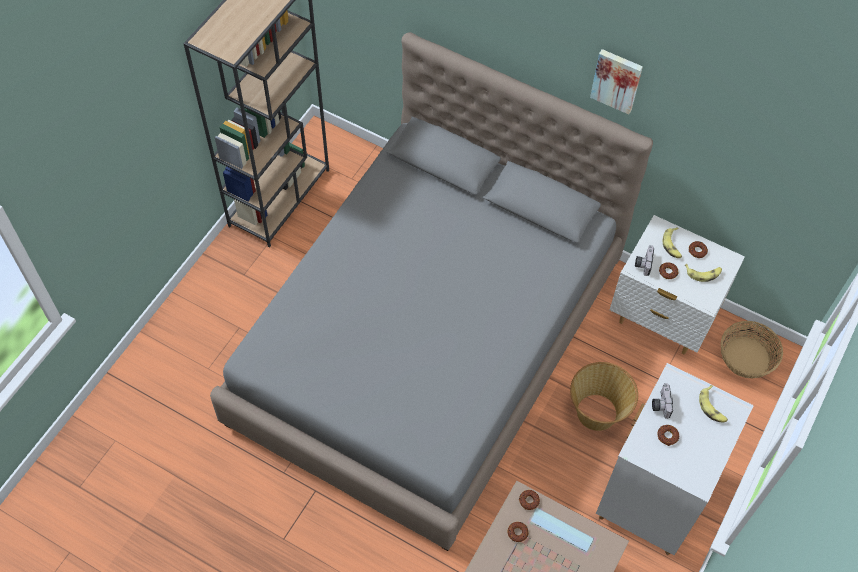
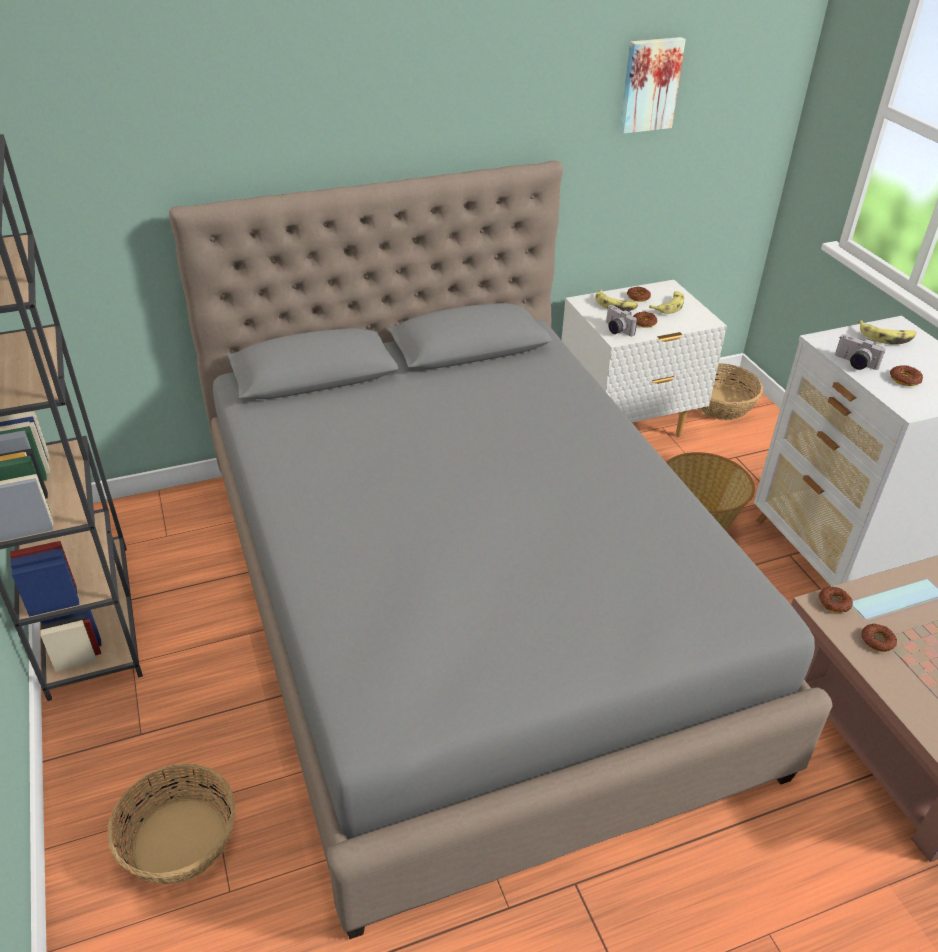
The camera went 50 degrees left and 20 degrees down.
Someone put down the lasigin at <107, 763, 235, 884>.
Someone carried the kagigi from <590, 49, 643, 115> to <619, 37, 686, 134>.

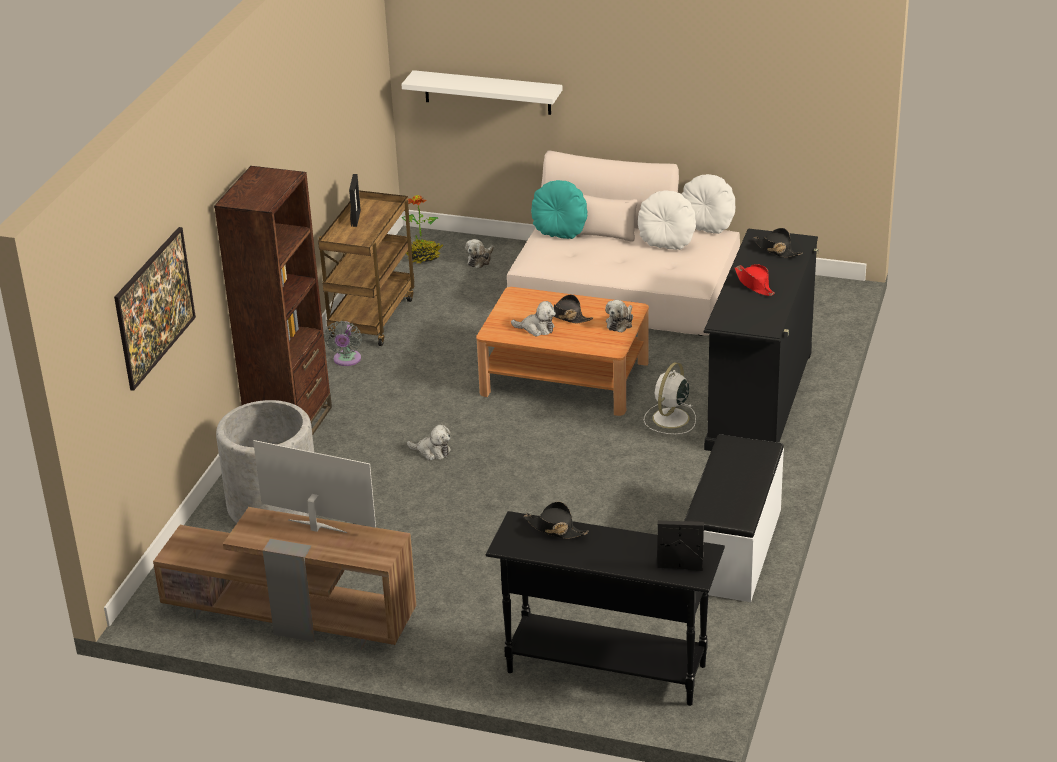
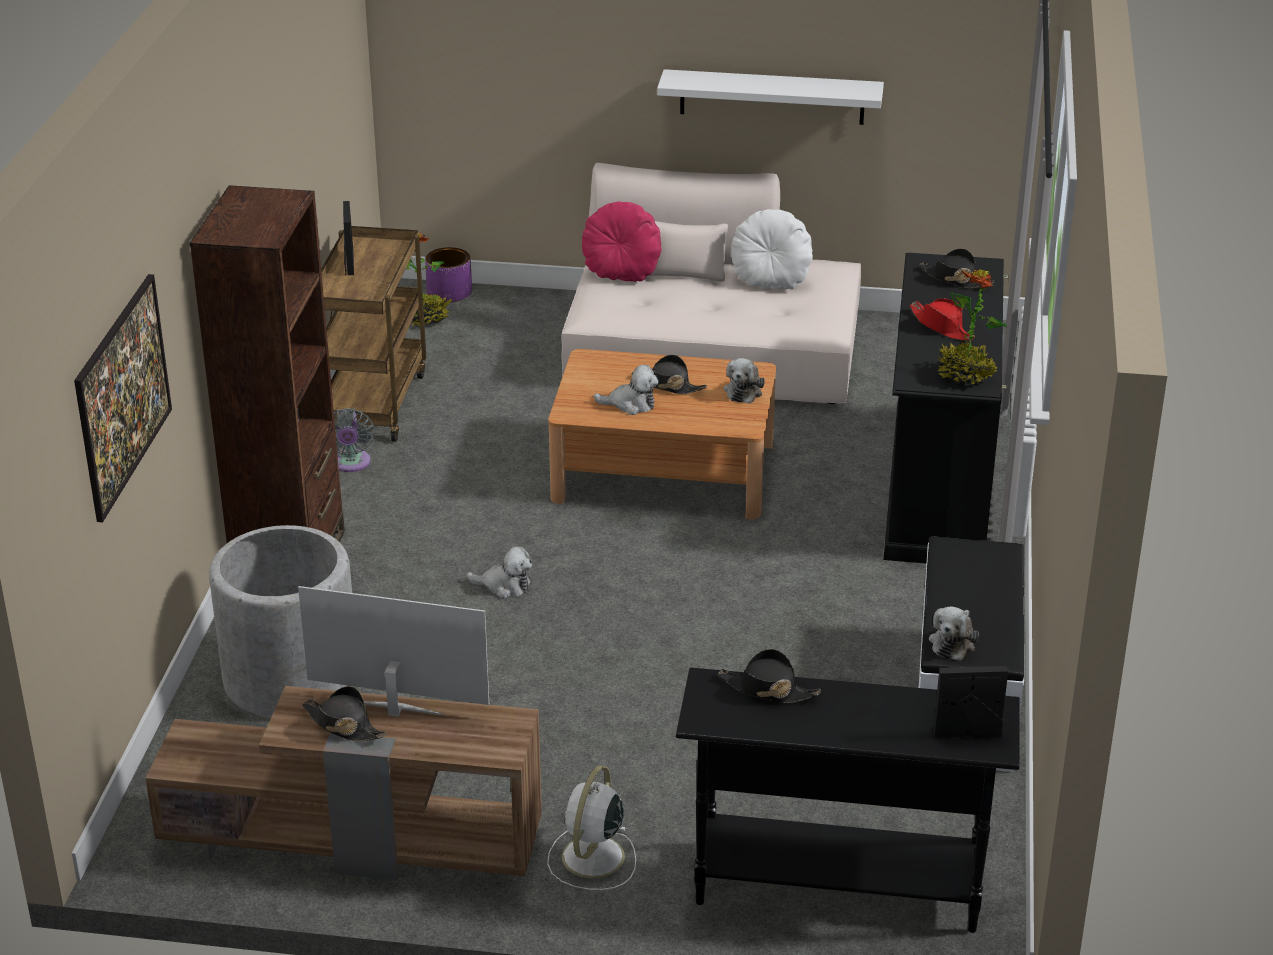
The camera went 10 degrees left and 0 degrees up.
Someone put down the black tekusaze at <302, 686, 387, 742>.
Someone put down the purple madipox at <425, 247, 472, 303>.
Someone carried the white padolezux from <644, 362, 696, 434> to <547, 765, 636, 890>.
Someone repainted the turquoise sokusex at <531, 180, 587, 239>, which became the pink sokusex at <582, 202, 662, 282>.
Someone carried the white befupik from <401, 70, 562, 115> to <657, 69, 884, 125>.
Someone carried the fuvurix from <465, 239, 494, 268> to <929, 606, 979, 661>.
Someone put down the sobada at <937, 269, 1007, 385>.
Someone took away the white sokusex at <682, 174, 736, 234>.

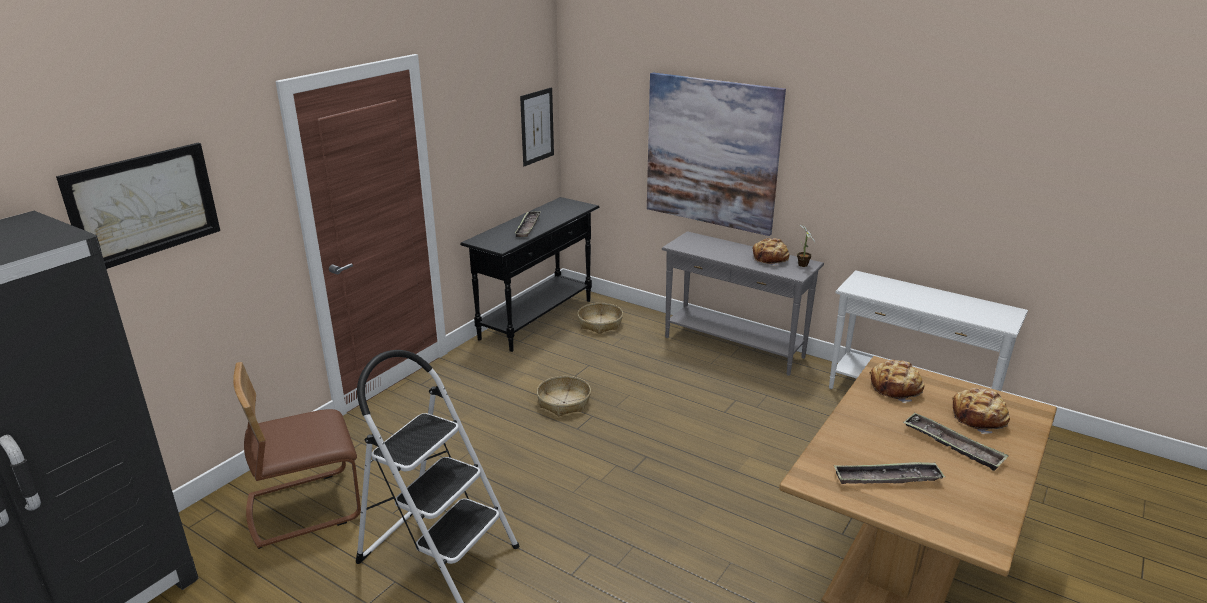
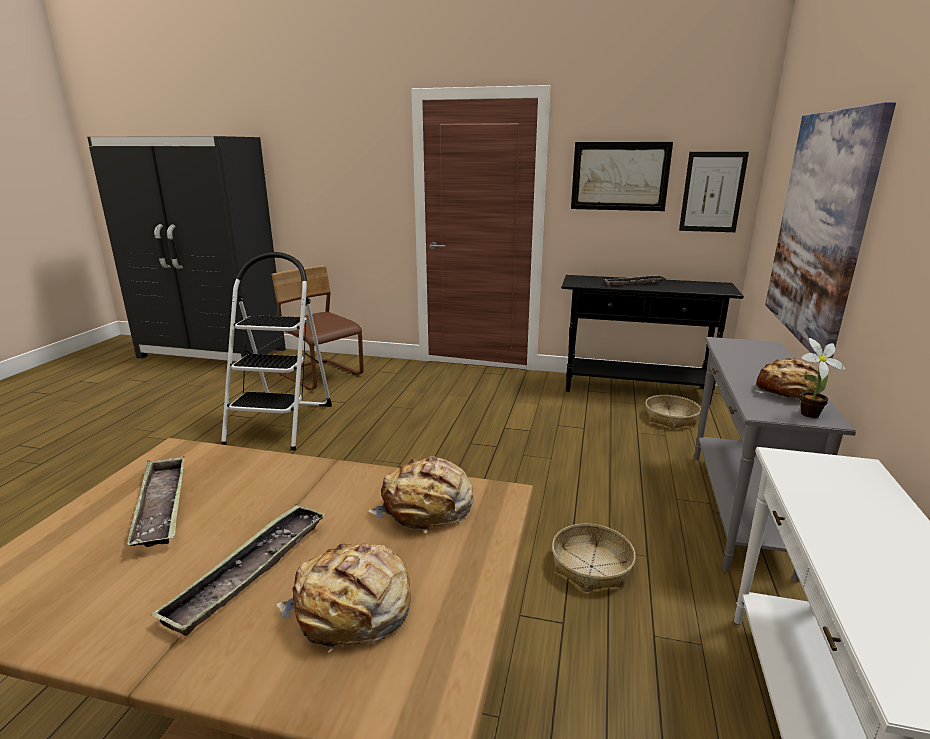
The camera went 70 degrees right and 5 degrees down.
Someone carried the lasigin from <537, 376, 591, 416> to <552, 524, 636, 592>.
Someone carried the kagigi from <56, 143, 220, 269> to <571, 142, 673, 211>.

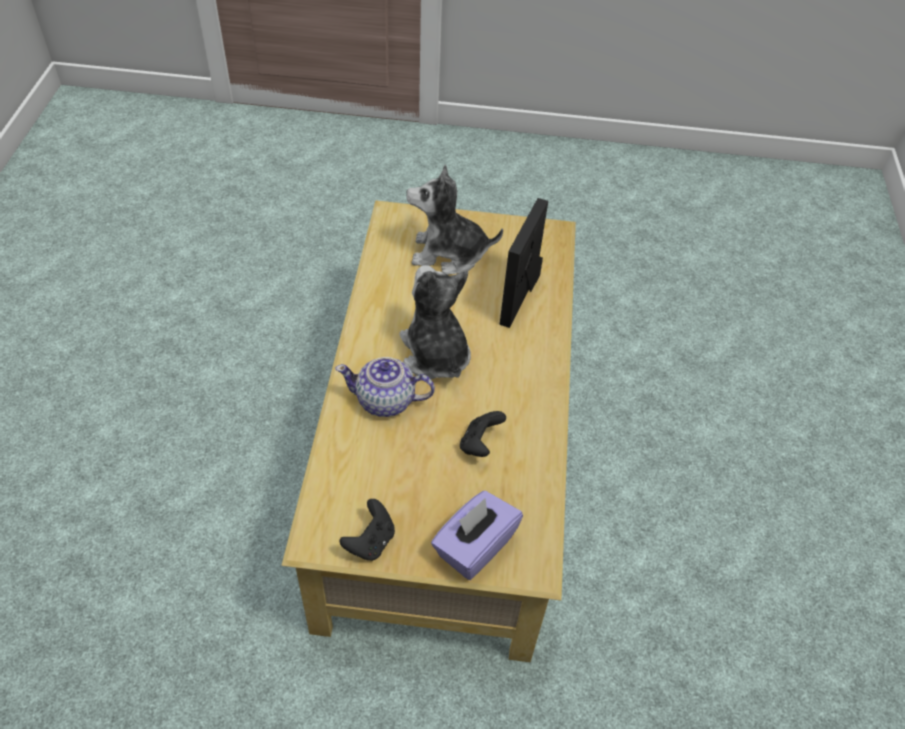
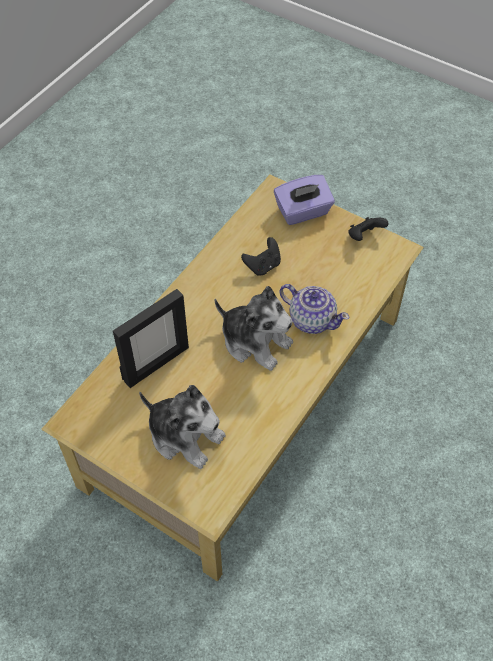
The camera went 150 degrees left and 5 degrees up.
Someone rotated the fuvurix at <399, 265, 471, 379> by 60 degrees counterclockwise.

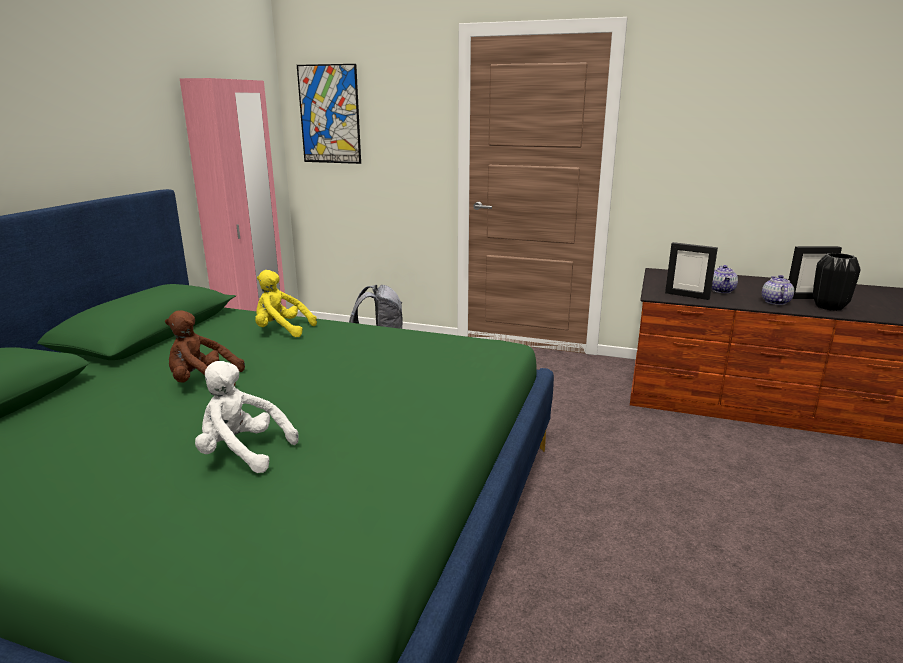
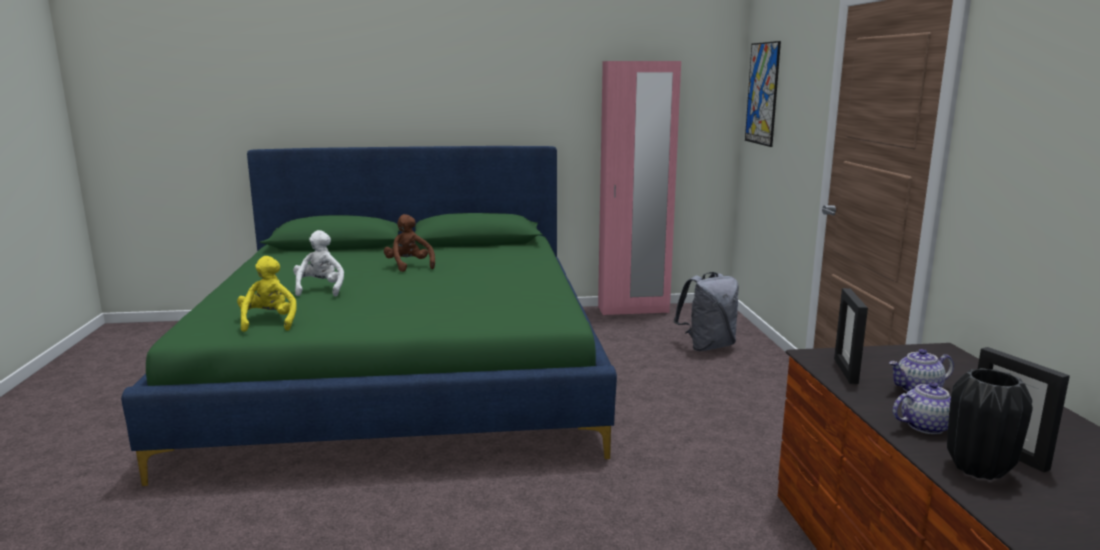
The camera went 65 degrees right and 5 degrees down.
Someone carried the yellow fuvurix from <255, 270, 317, 337> to <237, 256, 297, 332>.

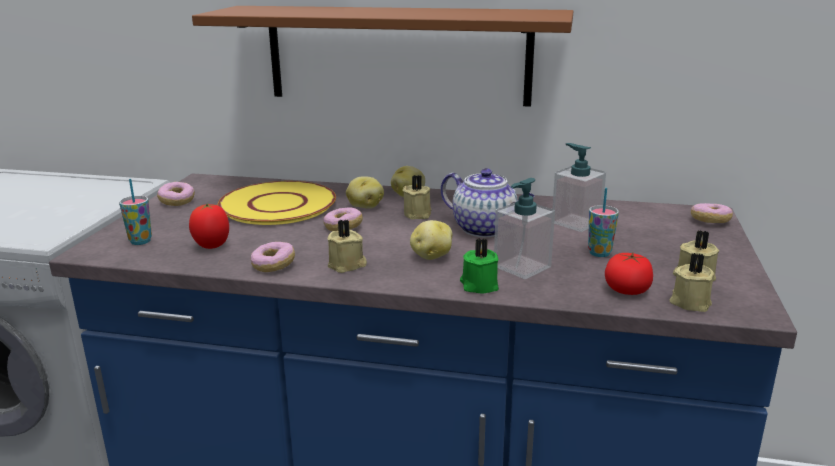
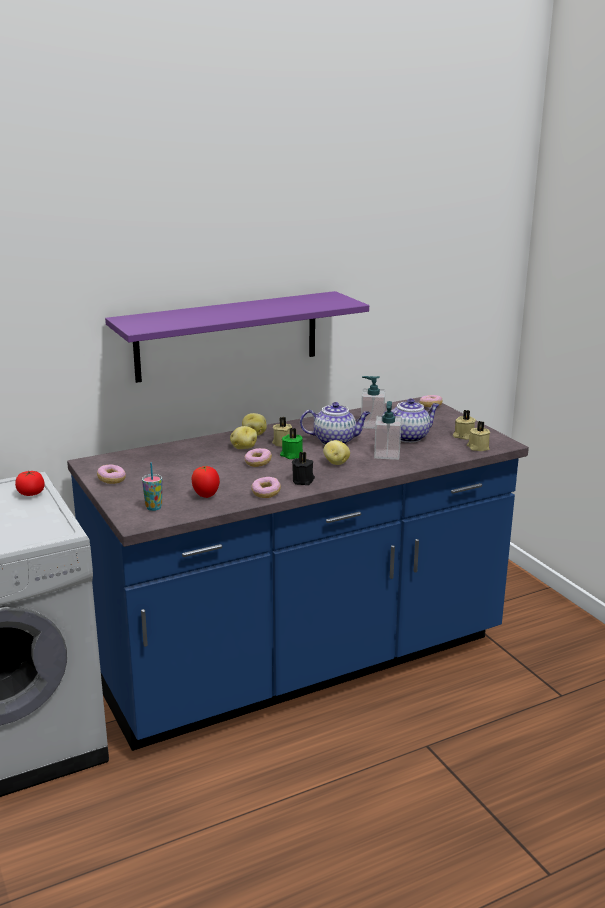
The camera went 40 degrees left and 0 degrees up.
Someone carried the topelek from <605, 252, 653, 295> to <15, 470, 45, 496>.
Someone repainted the brown befupik at <192, 6, 573, 107>, which became the purple befupik at <105, 291, 369, 383>.
Someone carried the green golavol from <460, 239, 499, 294> to <280, 428, 303, 459>.
Someone repainted the beige golavol at <327, 219, 367, 273>, which became the black golavol at <292, 451, 315, 485>.
Someone swapped the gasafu at <588, 188, 619, 257> for the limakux at <382, 399, 439, 443>.
Someone took away the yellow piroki at <217, 181, 336, 225>.

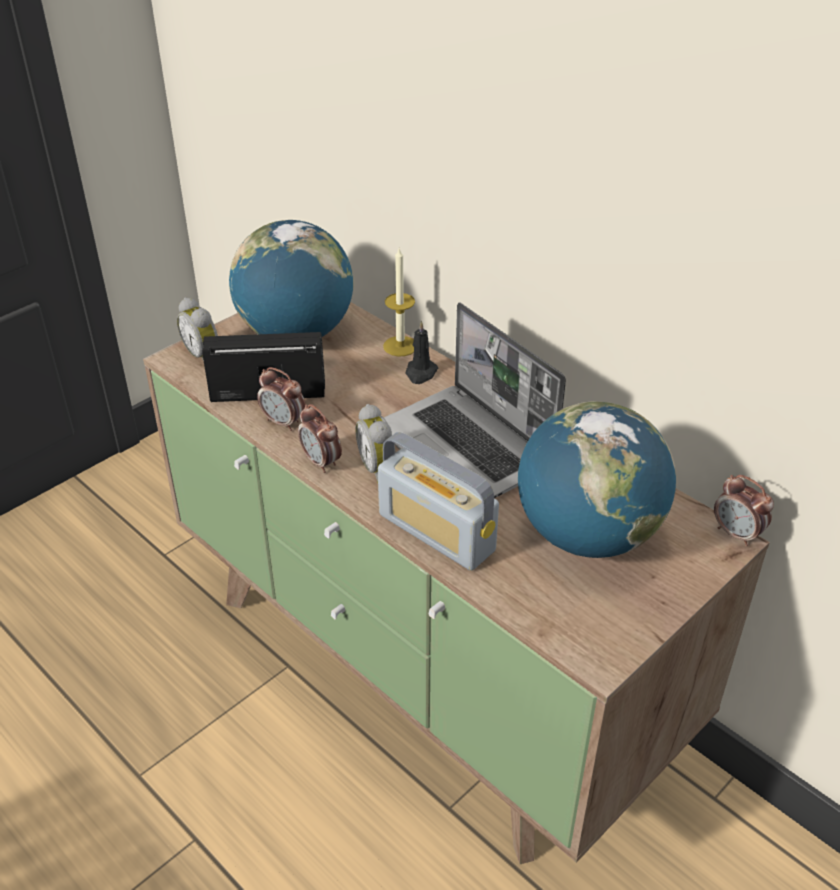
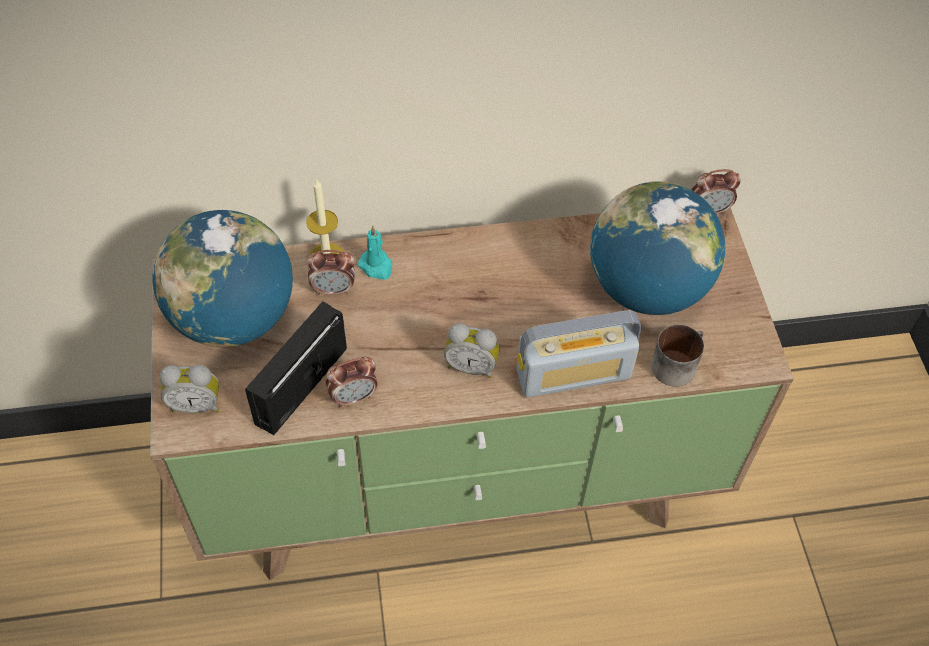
The camera went 55 degrees left and 15 degrees up.
Someone carried the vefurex from <298, 404, 342, 473> to <307, 250, 355, 295>.
Someone repainted the black golavol at <406, 320, 438, 384>, which became the turquoise golavol at <358, 226, 392, 280>.
Someone put down the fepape at <651, 324, 704, 387>.
Someone took away the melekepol at <384, 303, 566, 498>.

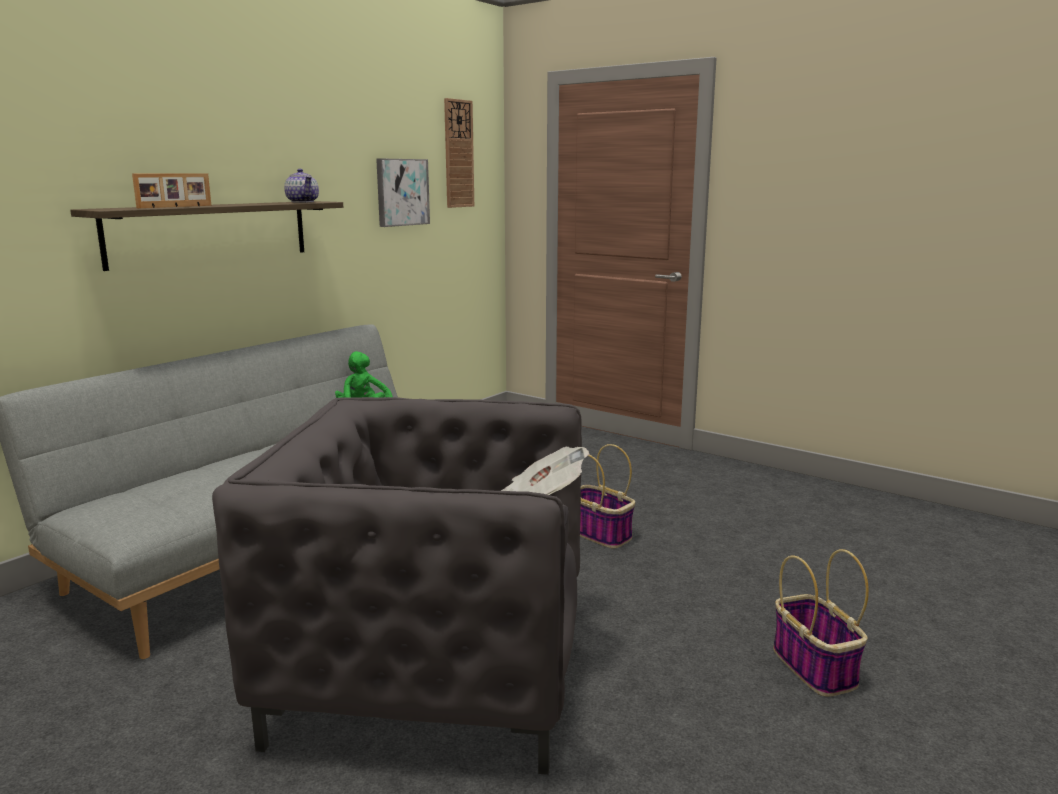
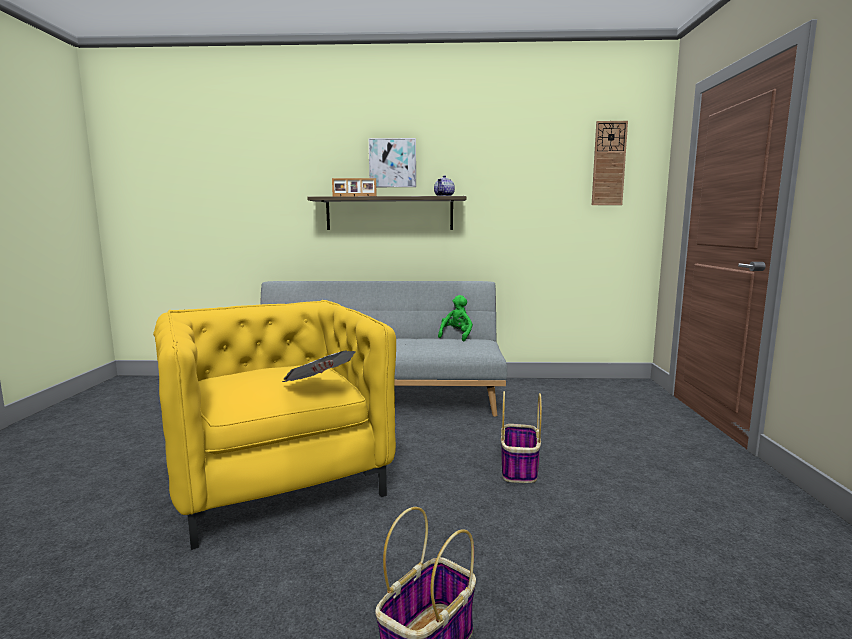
The camera went 55 degrees right and 5 degrees down.
Someone repainted the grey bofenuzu at <212, 397, 582, 775>, which became the yellow bofenuzu at <153, 300, 396, 550>.
Someone carried the kagigi from <376, 158, 430, 227> to <369, 138, 416, 187>.

